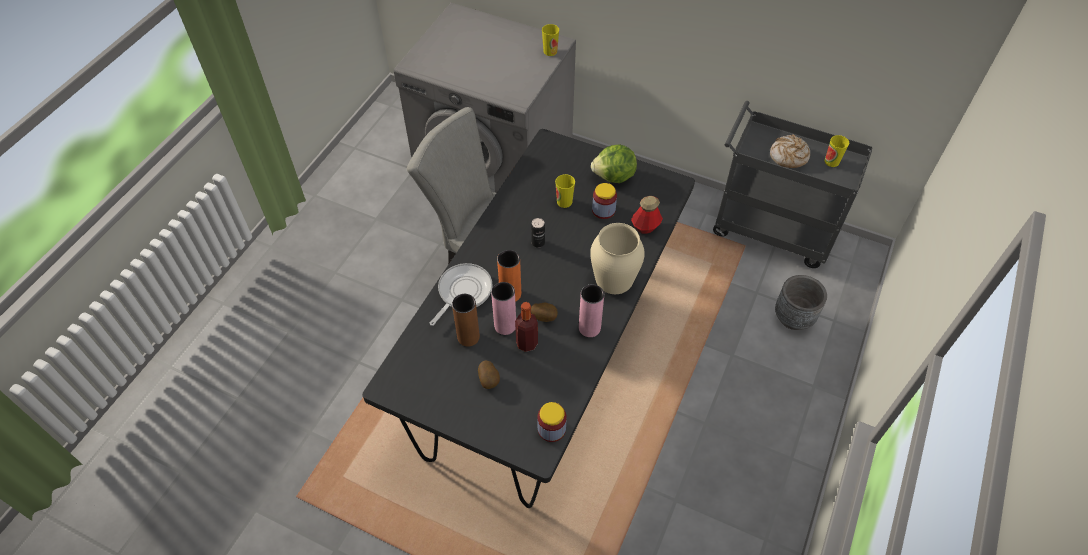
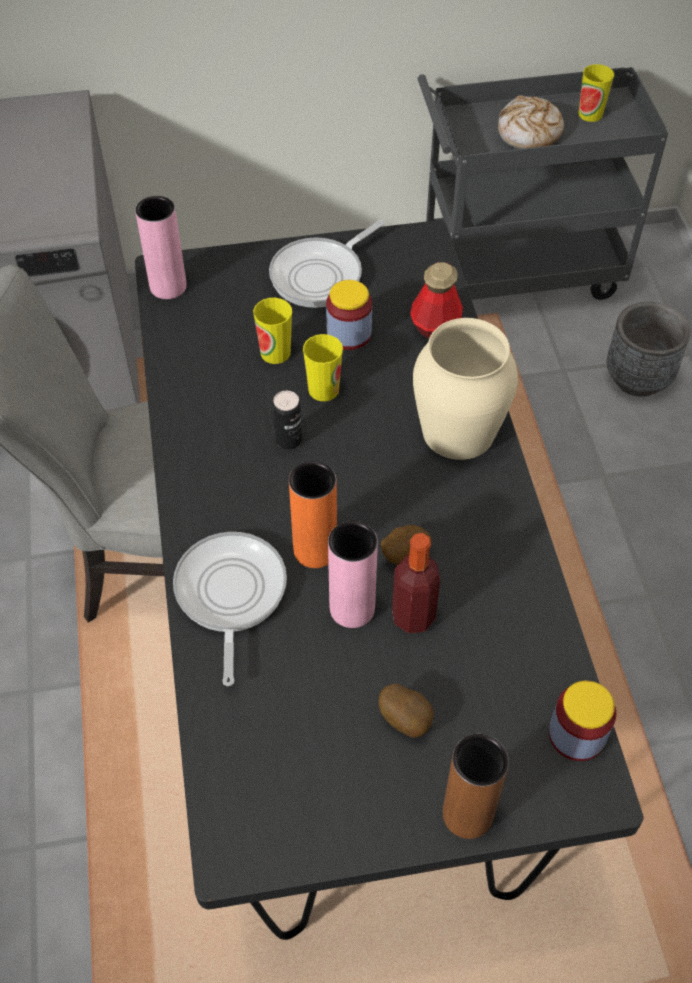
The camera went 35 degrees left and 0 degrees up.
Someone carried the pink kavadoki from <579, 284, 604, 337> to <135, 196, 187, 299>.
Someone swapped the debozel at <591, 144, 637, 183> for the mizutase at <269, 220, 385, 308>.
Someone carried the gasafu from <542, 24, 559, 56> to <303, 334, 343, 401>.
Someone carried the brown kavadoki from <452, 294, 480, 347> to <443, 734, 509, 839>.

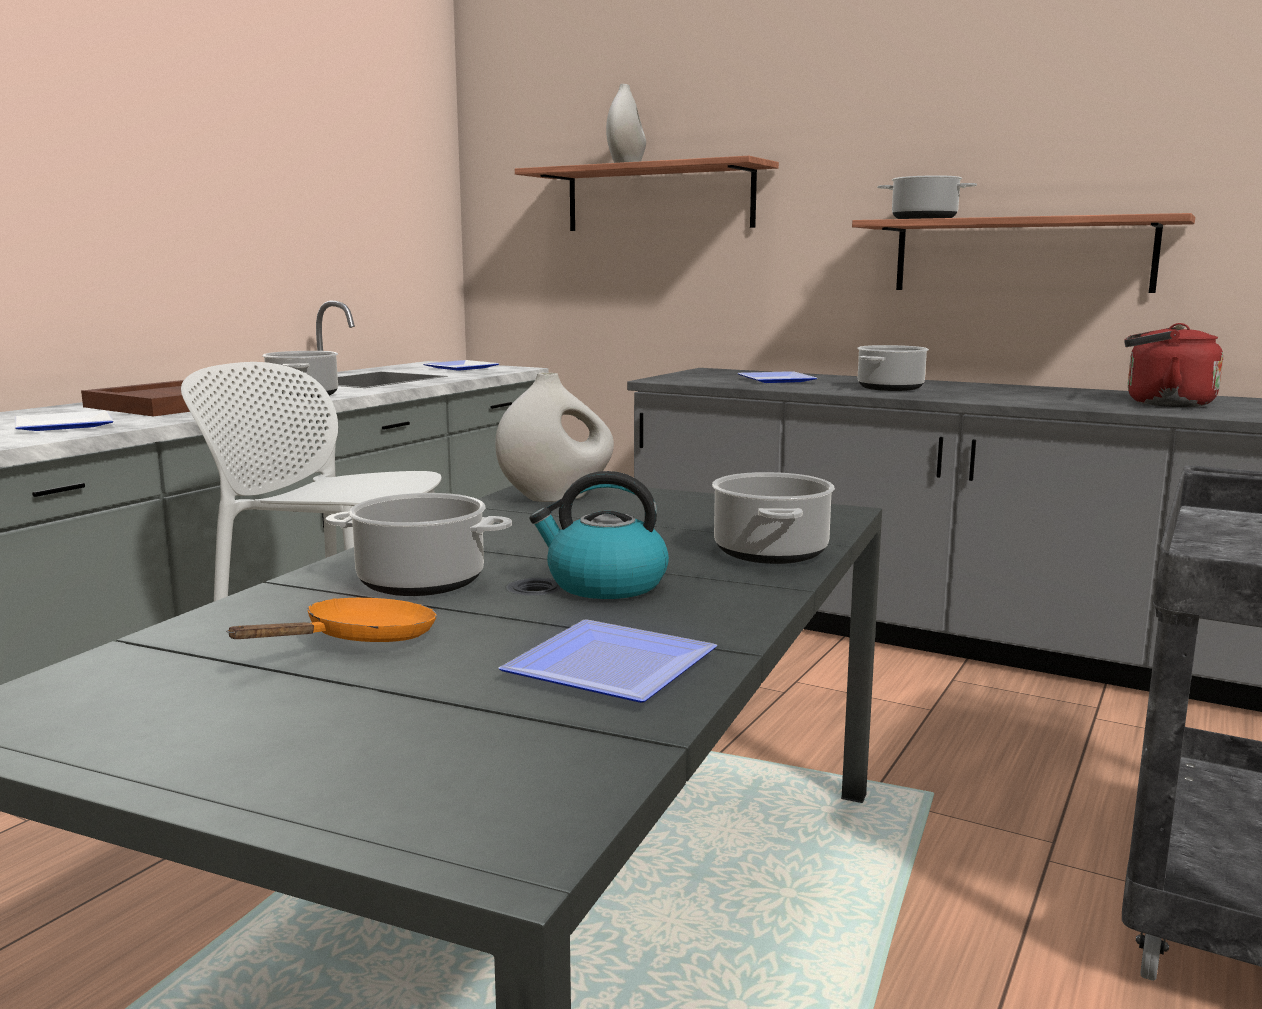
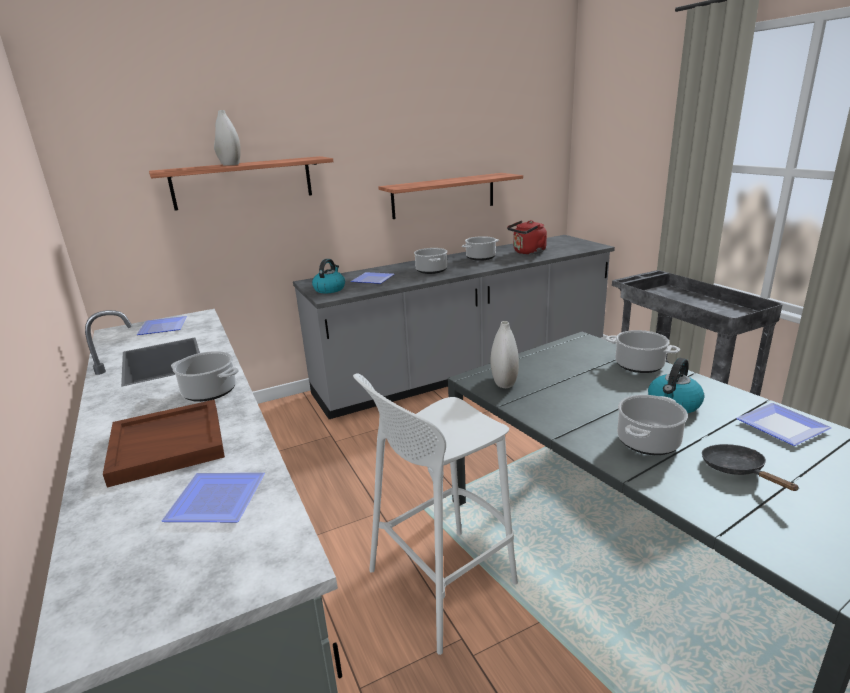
The camera went 55 degrees left and 10 degrees up.
Someone put down the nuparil at <312, 259, 345, 293>.
Someone carried the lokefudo from <877, 175, 977, 219> to <462, 236, 499, 261>.
Someone repainted the orange mizutase at <226, 598, 437, 642>, which became the black mizutase at <702, 444, 799, 491>.

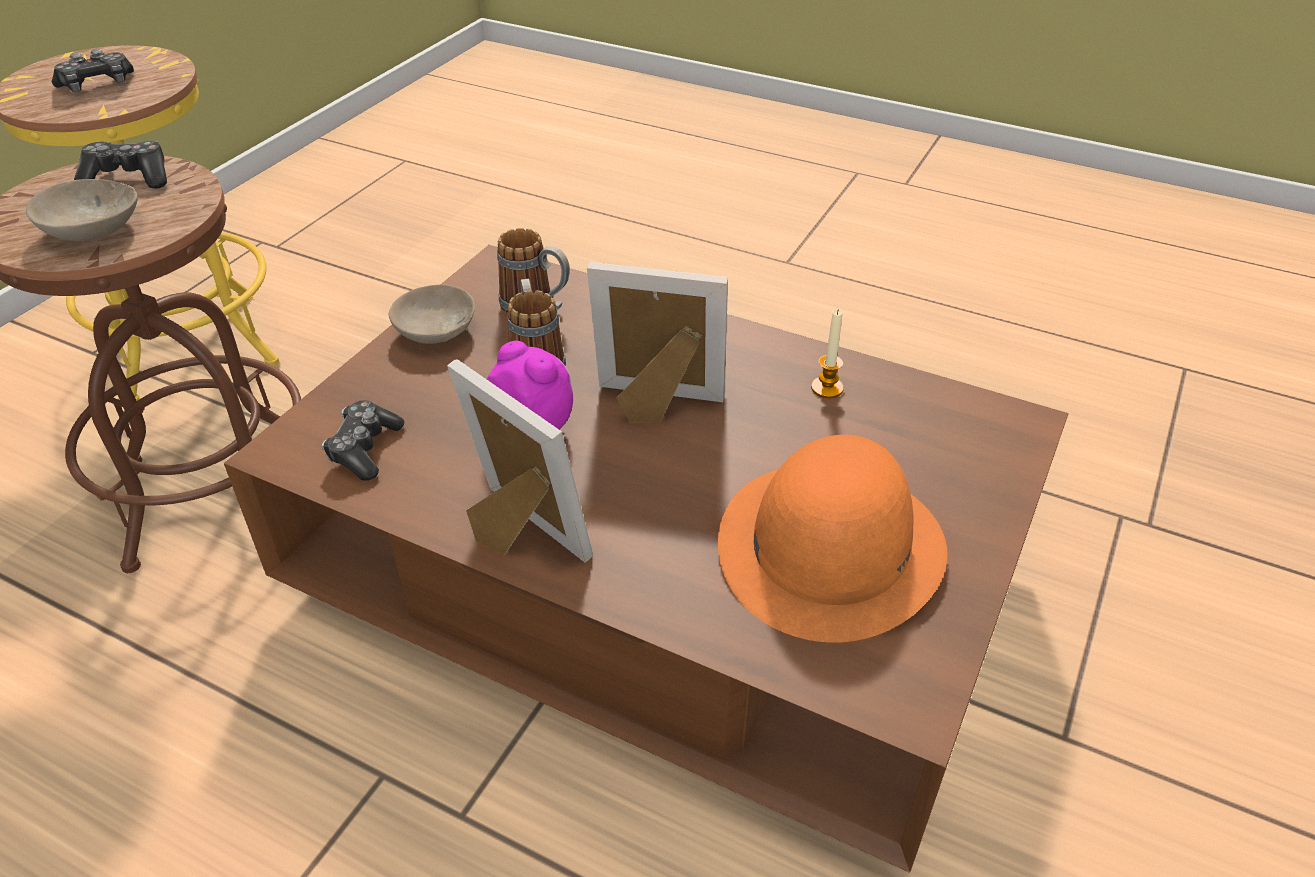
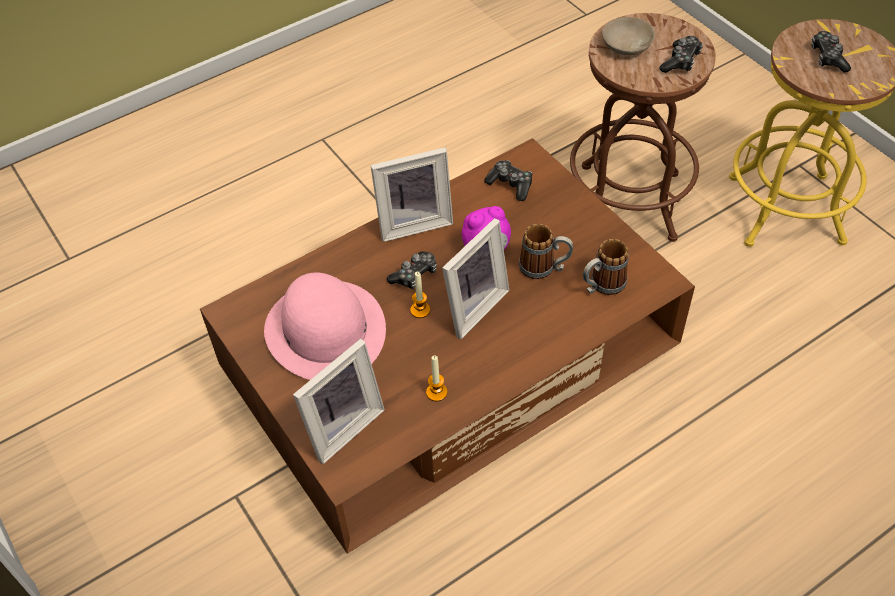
The camera went 120 degrees right and 10 degrees up.
Someone repainted the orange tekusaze at <718, 435, 947, 643>, which became the pink tekusaze at <264, 273, 386, 380>.
Someone put down the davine at <293, 339, 385, 464>.
Someone put down the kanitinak at <387, 251, 437, 289>.
Someone put down the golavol at <410, 272, 430, 318>.
Someone took away the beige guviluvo at <389, 285, 475, 344>.

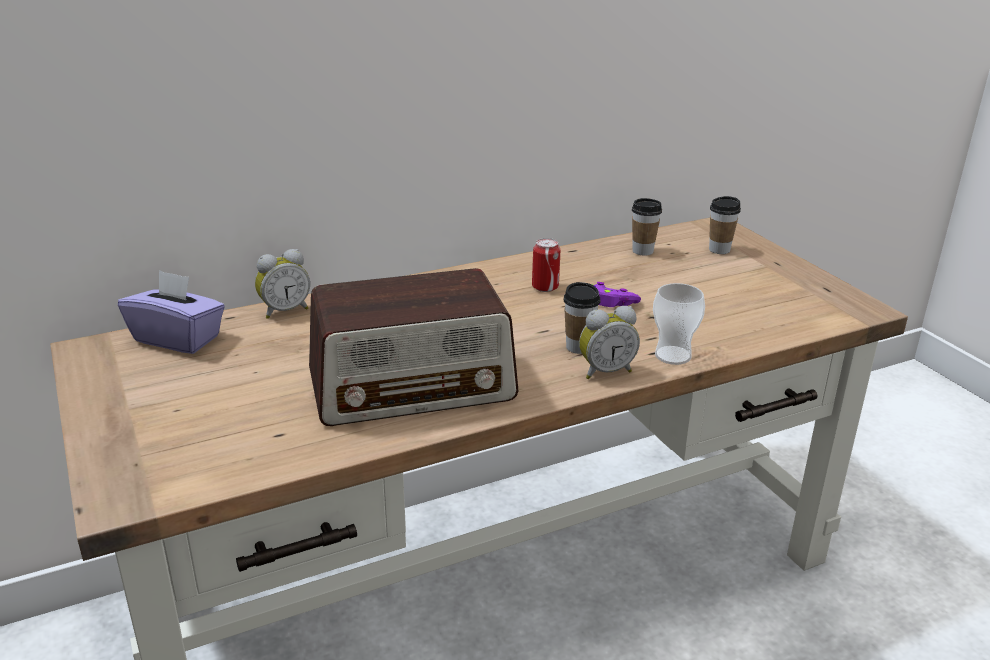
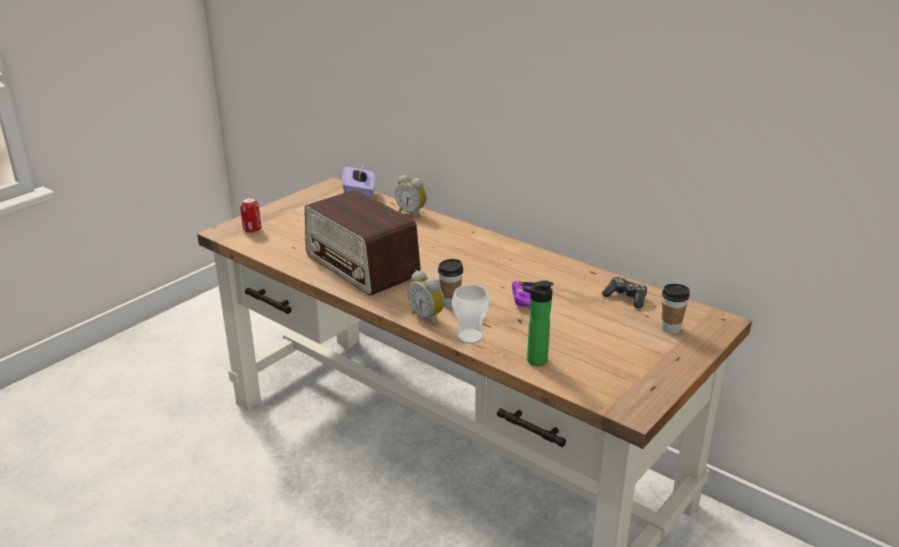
The camera went 65 degrees right and 0 degrees up.
Someone carried the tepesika from <532, 238, 560, 292> to <240, 197, 261, 233>.
Someone put down the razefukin at <522, 281, 554, 366>.
Someone swapped the gasafu at <632, 198, 662, 256> for the kanitinak at <602, 277, 647, 308>.

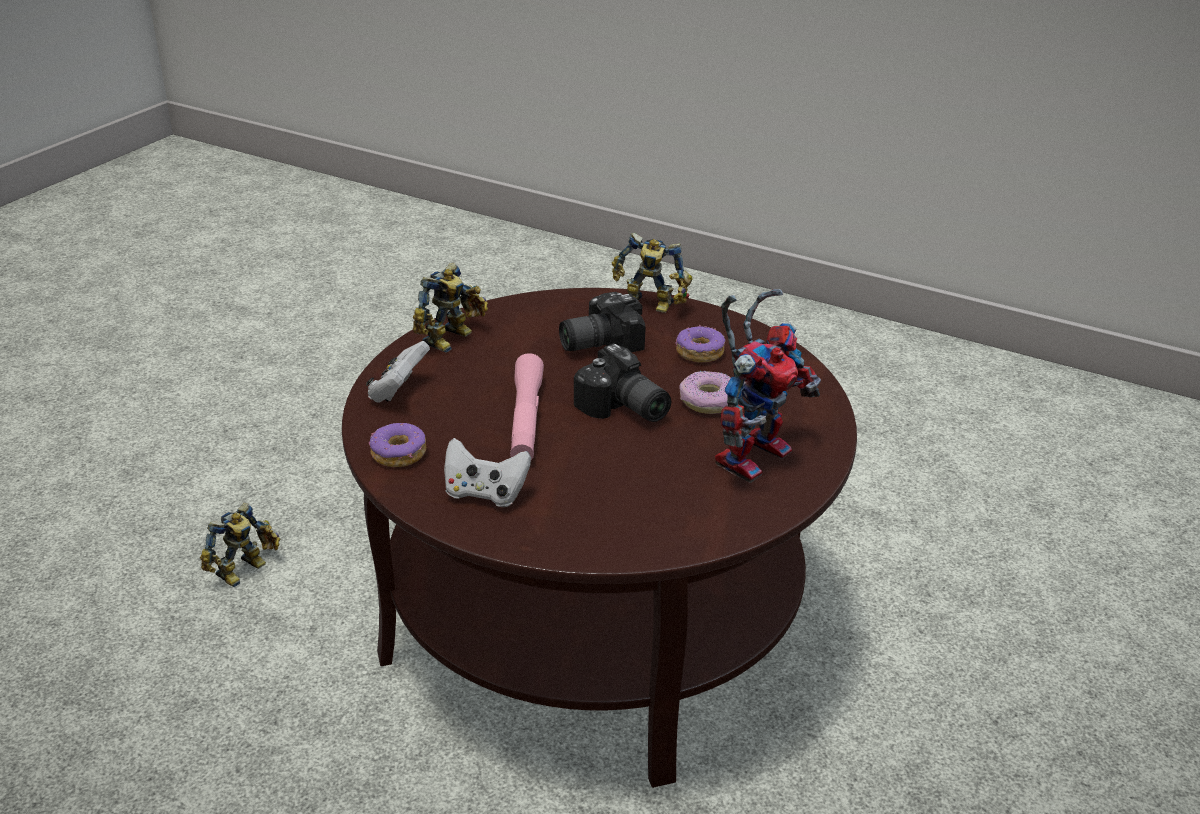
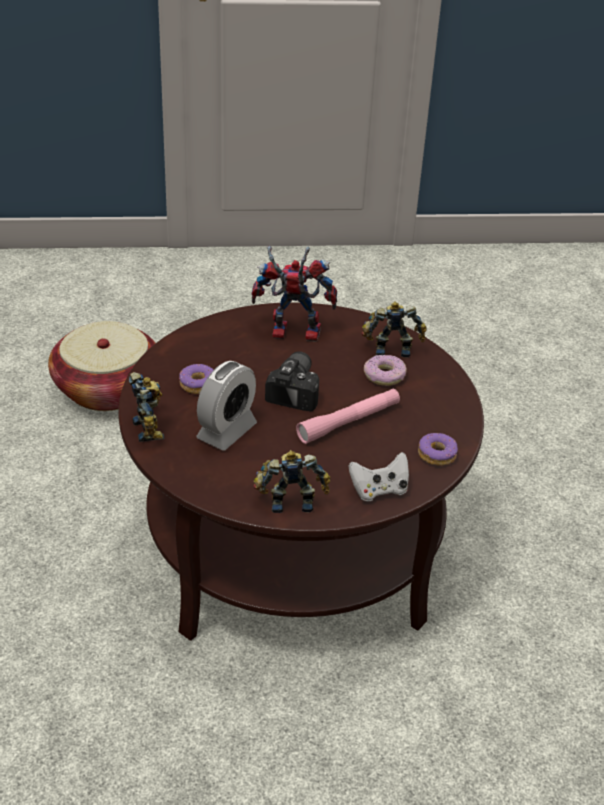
The camera went 125 degrees left and 5 degrees up.
Someone put down the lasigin at <48, 321, 155, 411>.
Someone swapped the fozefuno at <559, 292, 646, 352> for the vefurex at <196, 361, 257, 451>.
Someone carried the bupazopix from <200, 503, 280, 587> to <362, 301, 427, 358>.
Someone carried the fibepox from <679, 371, 731, 414> to <364, 355, 407, 386>.
Someone took away the white kanitinak at <444, 438, 531, 507>.

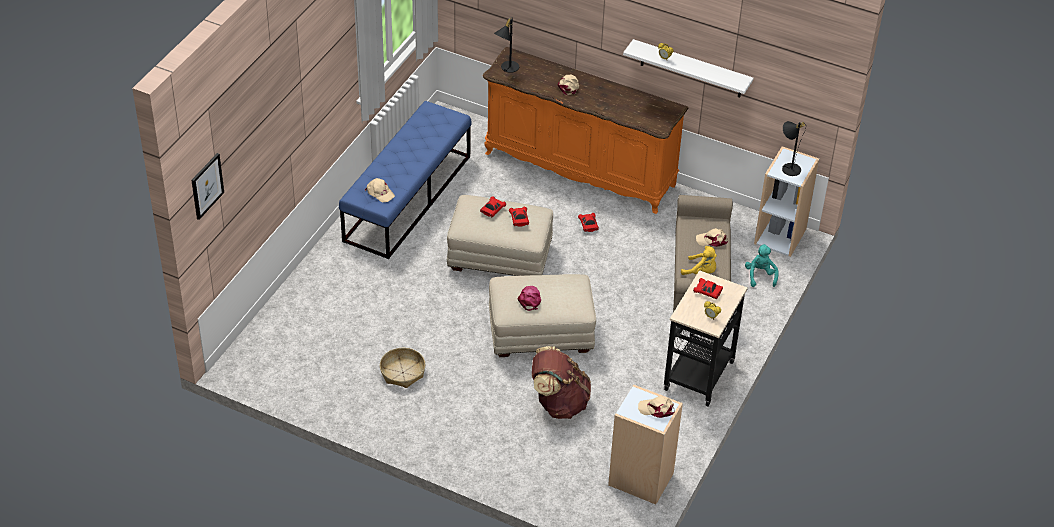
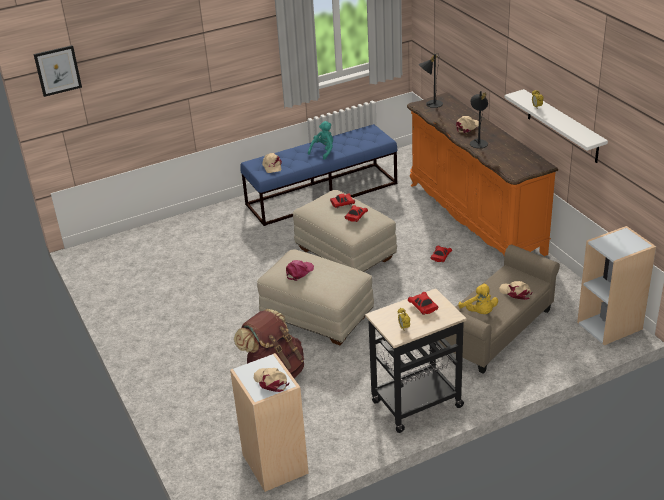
The camera went 40 degrees right and 10 degrees down.
Someone carried the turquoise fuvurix from <745, 244, 778, 287> to <308, 121, 333, 160>.
Someone carried the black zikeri from <782, 121, 806, 176> to <470, 91, 488, 149>.
Someone took away the lasigin at <380, 348, 426, 388>.

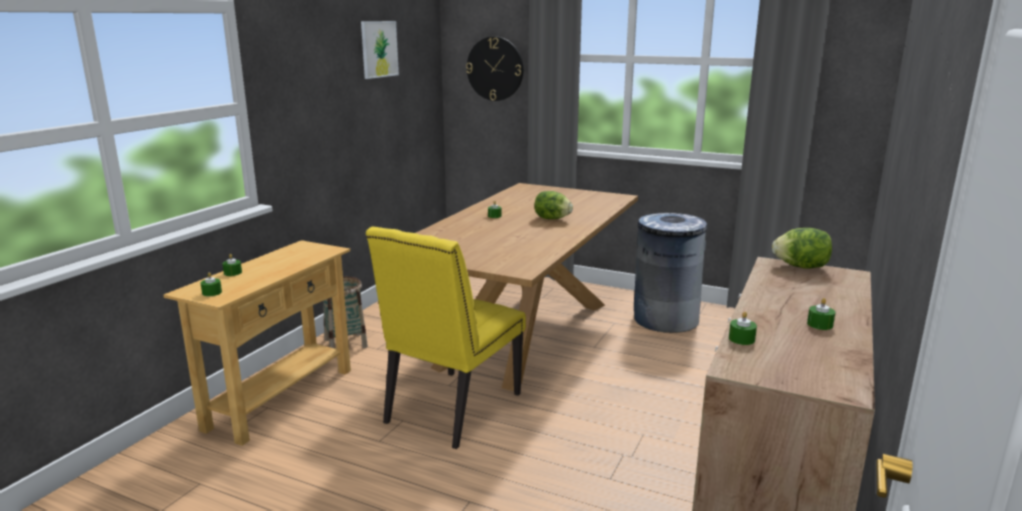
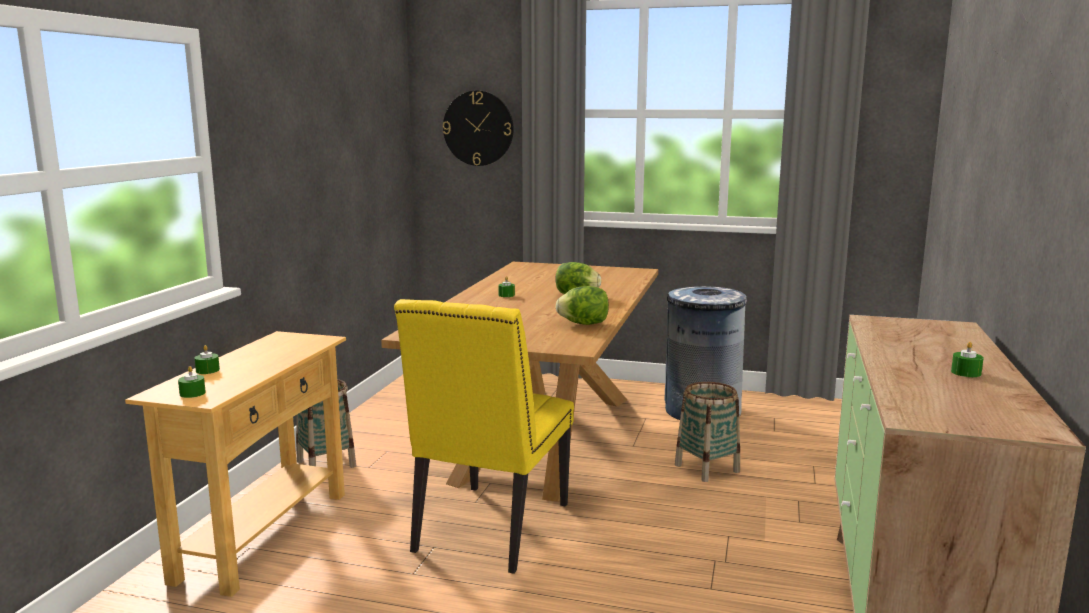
The camera went 10 degrees left and 5 degrees down.
Someone carried the debozel from <772, 228, 832, 268> to <555, 286, 609, 325>.
Someone put down the lasigin at <675, 382, 740, 482>.
Someone took away the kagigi at <361, 21, 399, 79>.
Someone took away the green golavol at <729, 312, 757, 345>.

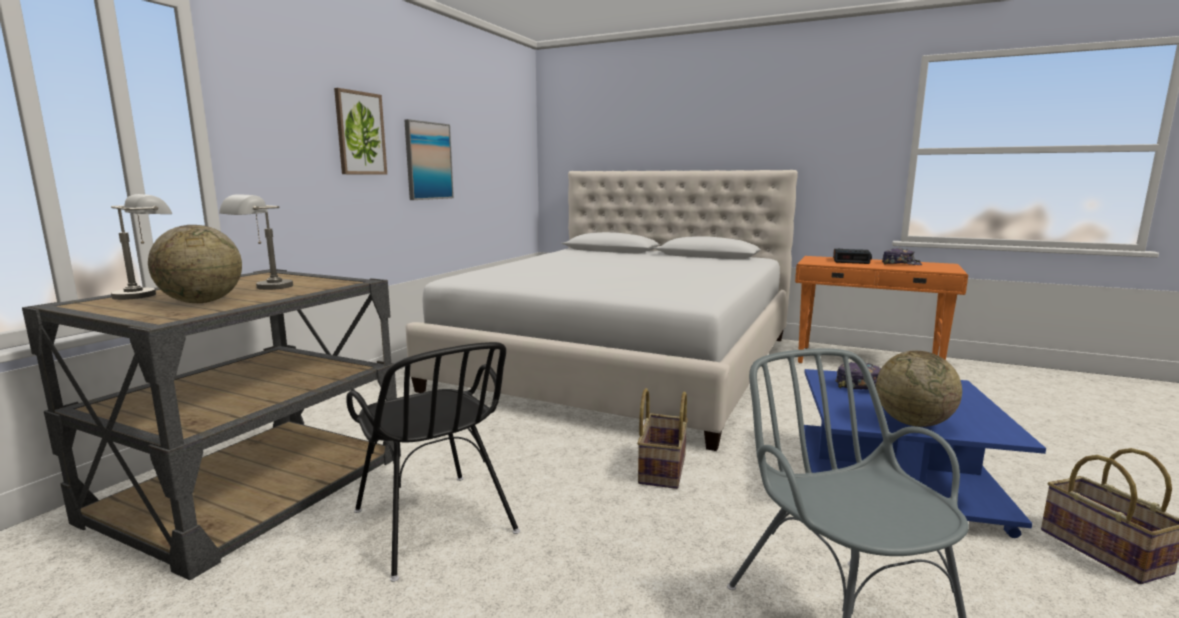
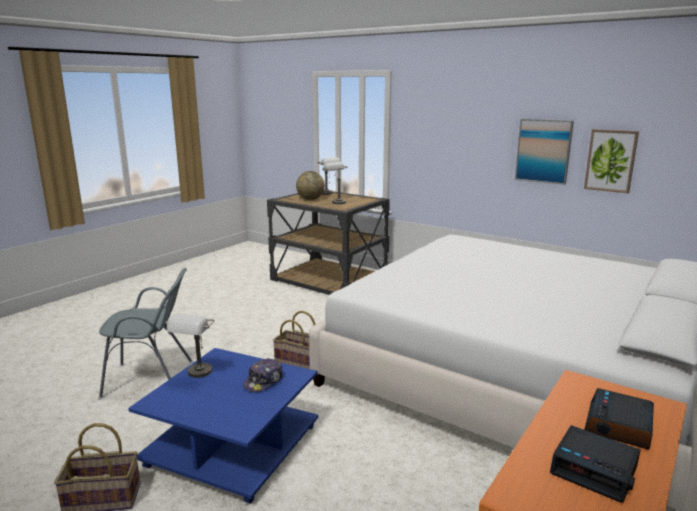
The camera went 100 degrees right and 5 degrees up.
Someone swapped the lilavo at <876, 351, 962, 427> for the grey zikeri at <166, 314, 215, 378>.
Someone swapped the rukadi at <882, 248, 922, 265> for the vefurex at <550, 425, 640, 503>.
Someone carried the kagigi from <334, 88, 387, 175> to <584, 129, 639, 193>.
Someone took away the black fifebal at <346, 342, 520, 582>.

